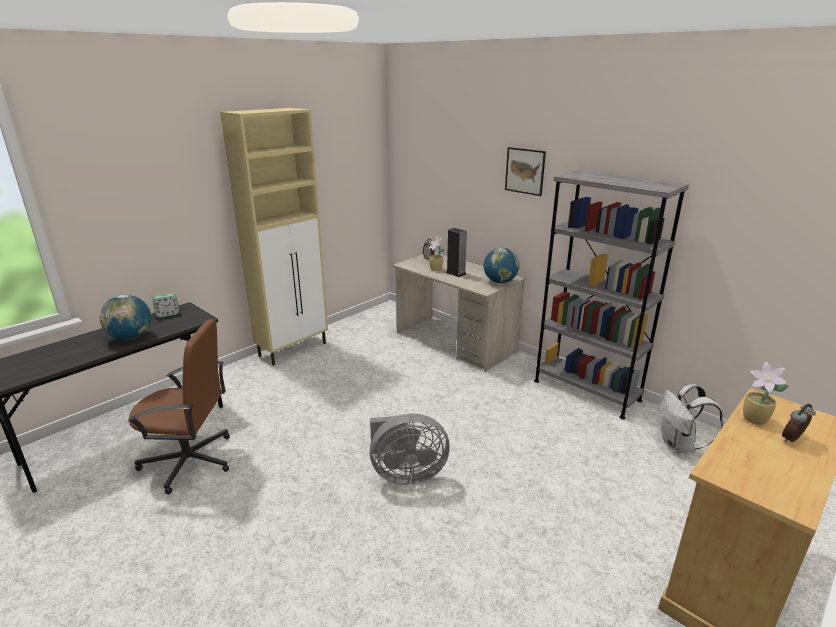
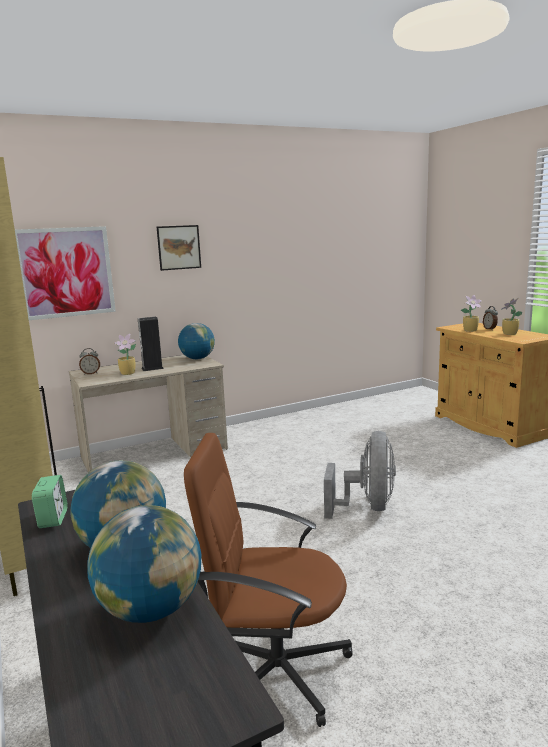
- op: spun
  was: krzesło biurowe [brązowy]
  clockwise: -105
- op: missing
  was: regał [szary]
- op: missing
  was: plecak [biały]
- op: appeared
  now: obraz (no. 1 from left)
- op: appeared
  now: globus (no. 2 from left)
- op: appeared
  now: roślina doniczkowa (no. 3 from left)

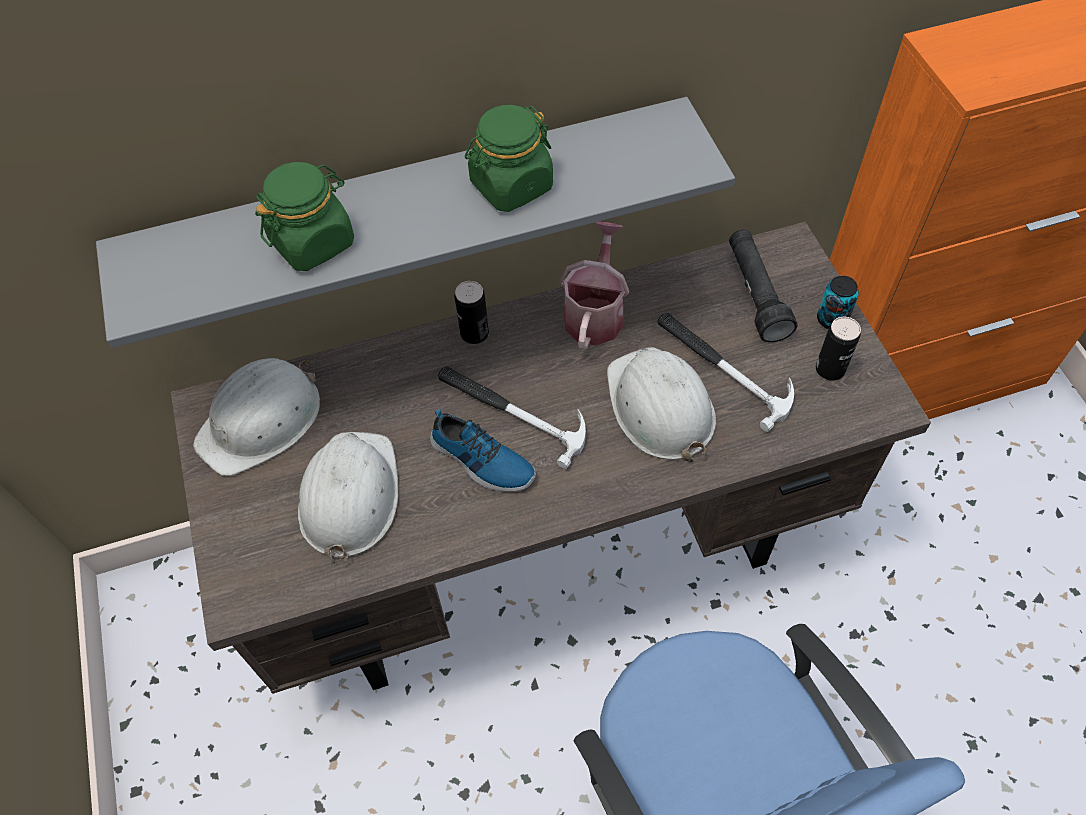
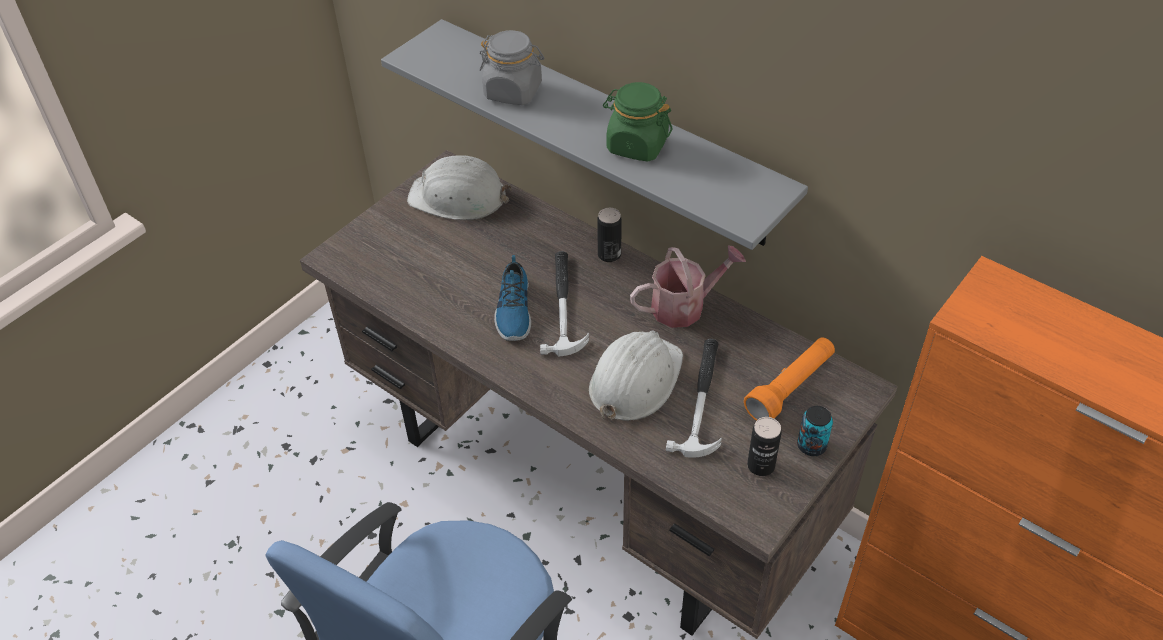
- op: colour
  was: słoik [zielony] (no. 1 from left)
  now: słoik [szary]
- op: missing
  was: kask [biały] (no. 2 from left)
- op: colour
  was: latarka [czarny]
  now: latarka [pomarańczowy]

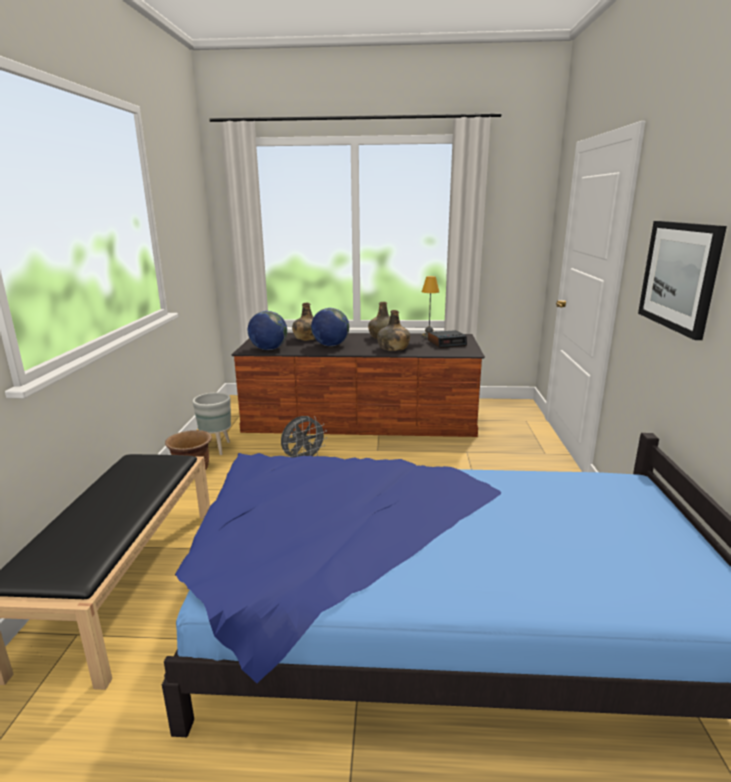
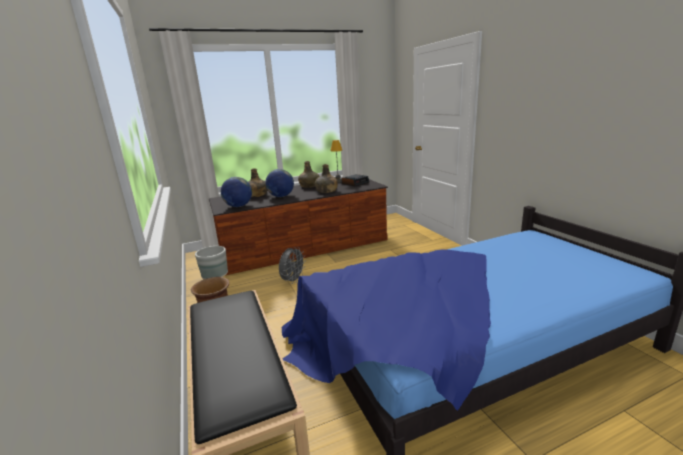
- op: missing
  was: obraz

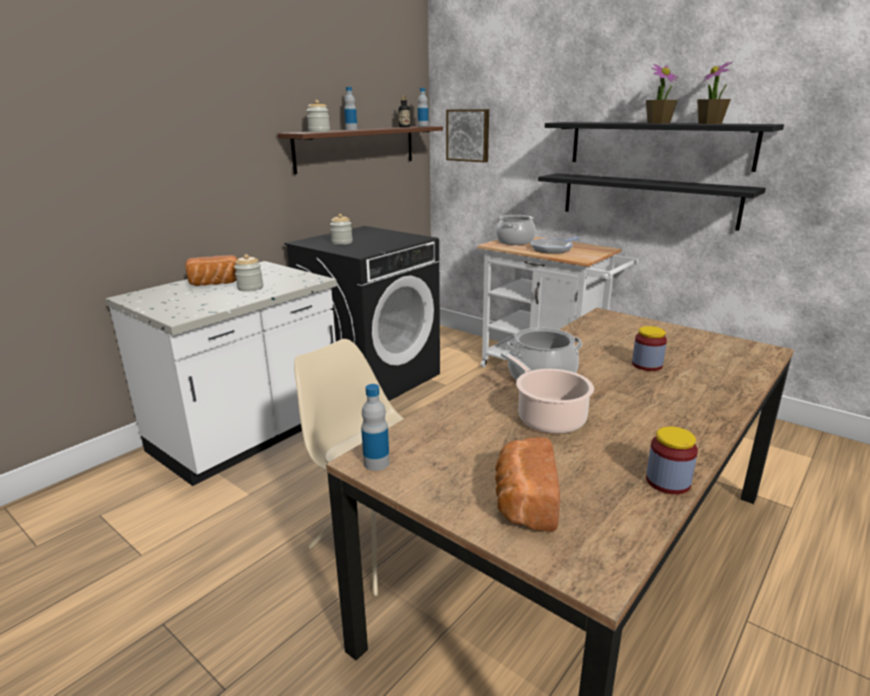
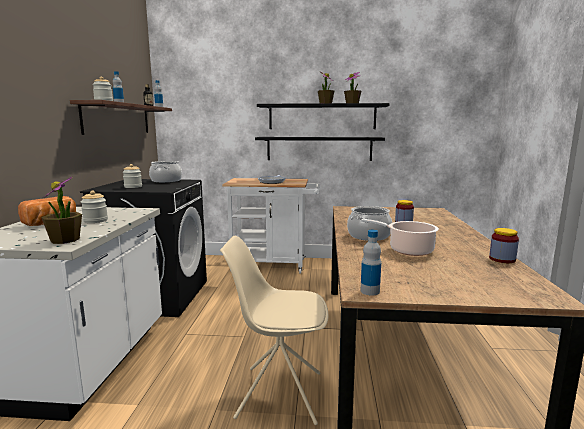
- op: missing
  was: obraz
- op: missing
  was: chleb (no. 2 from left)
- op: relocated
  was: garnek (no. 1 from left)
- op: appeared
  now: roślina doniczkowa (no. 1 from left)

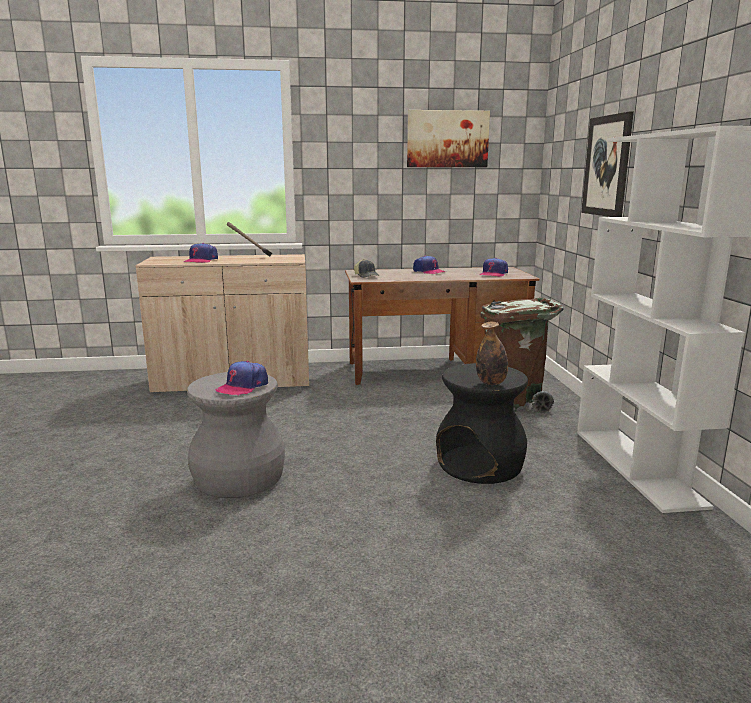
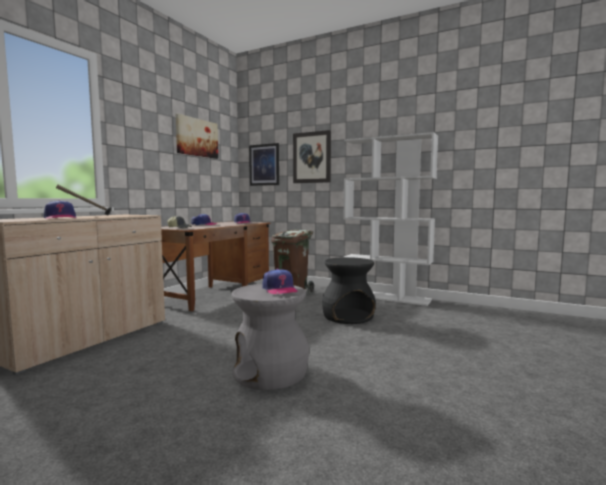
- op: missing
  was: butelka
- op: appeared
  now: obraz (no. 2 from left)

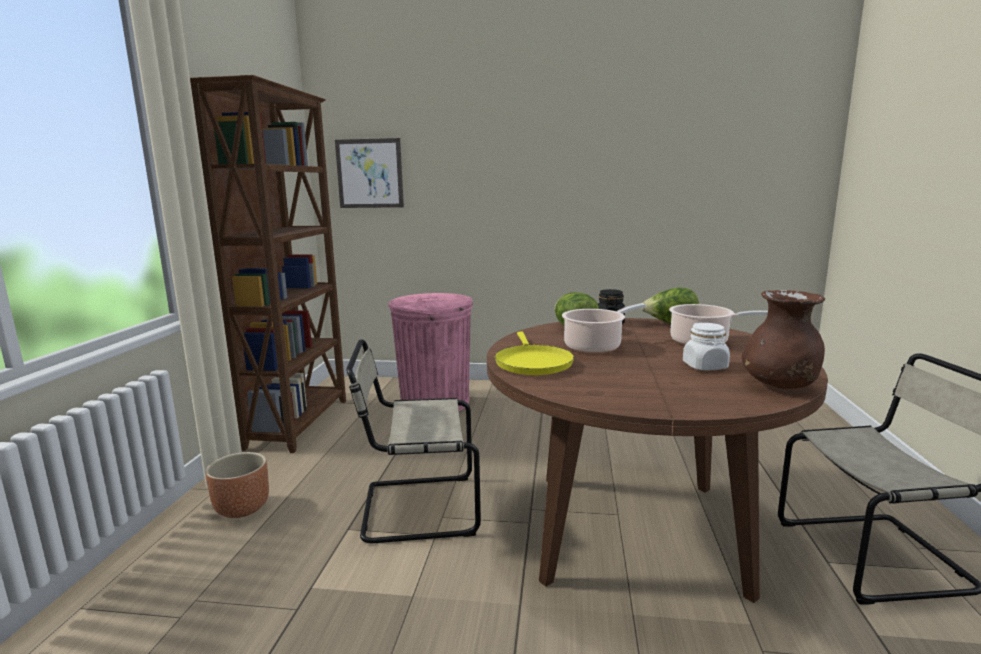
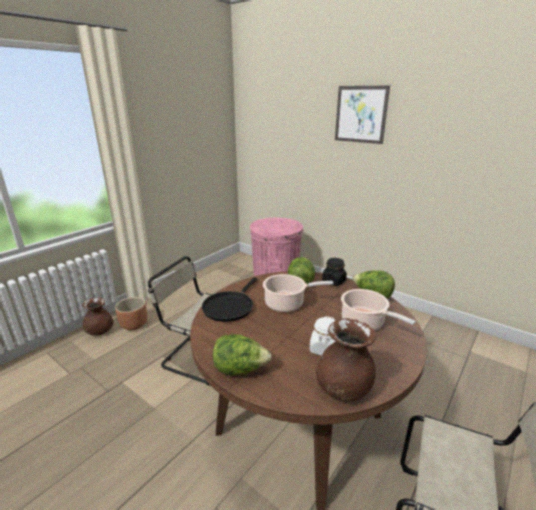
- op: missing
  was: regał [brązowy]
- op: relocated
  was: obraz
- op: colour
  was: patelnia [żółty]
  now: patelnia [czarny]
- op: appeared
  now: wazon [brązowy] (no. 1 from left)
- op: appeared
  now: sałata (no. 1 from left)

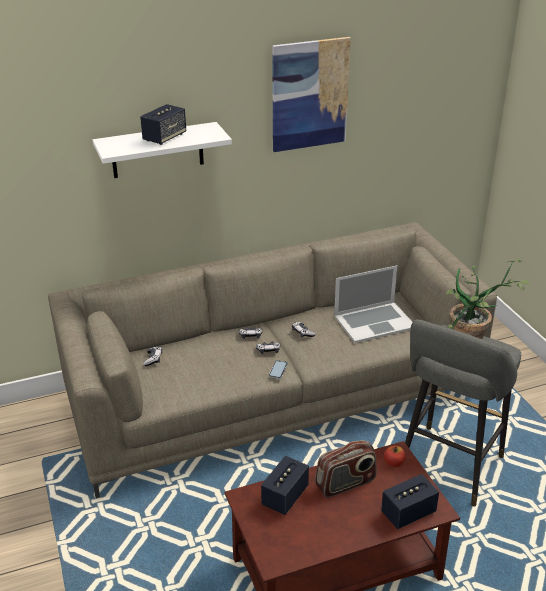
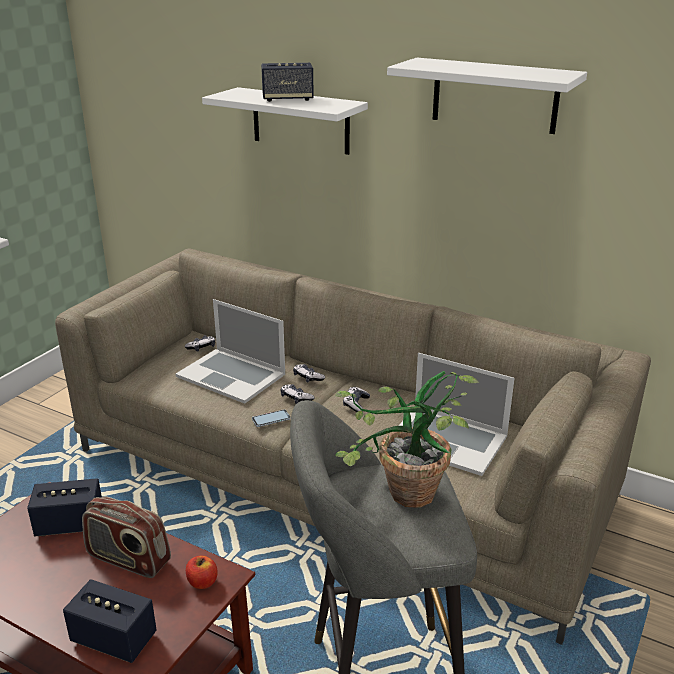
- op: exchanged
  was: obraz
  now: półka [biały] (no. 2 from left)
- op: appeared
  now: laptop (no. 1 from left)

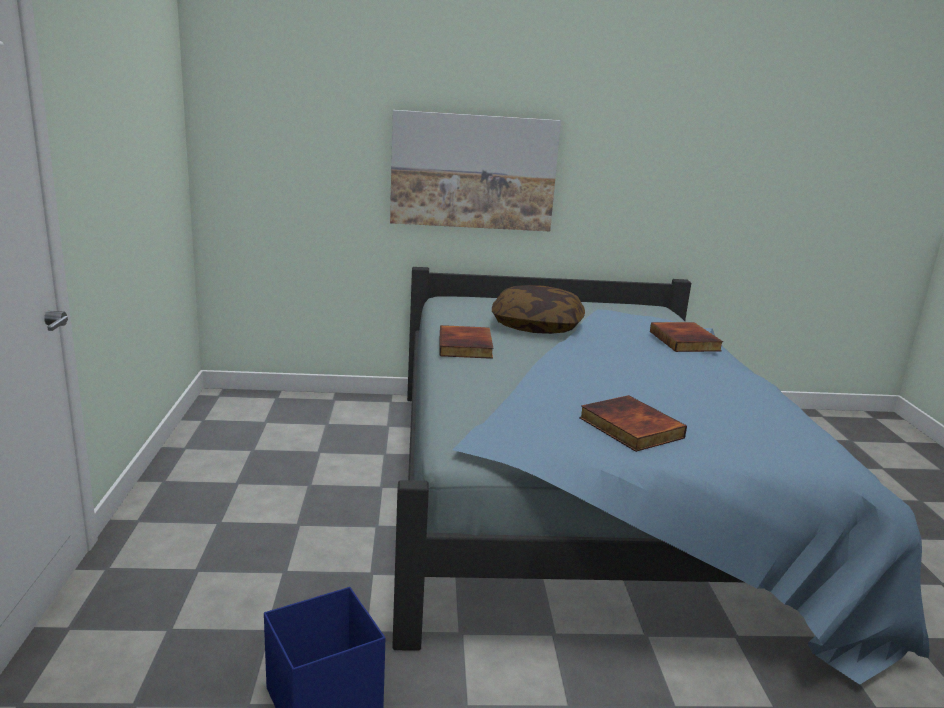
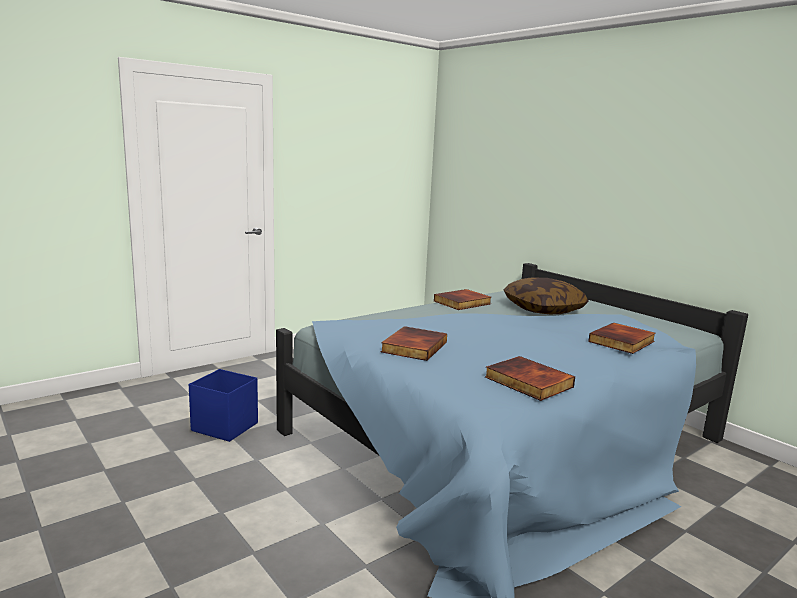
- op: missing
  was: obraz
- op: appeared
  now: książka (no. 3 from left)

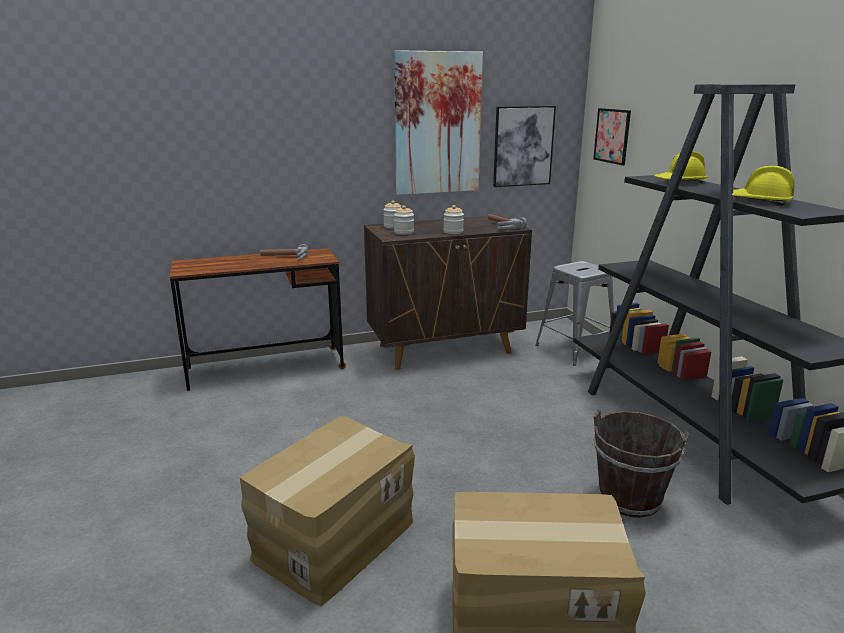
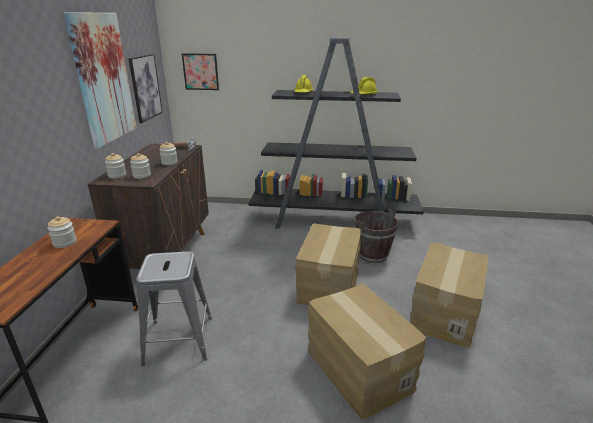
- op: exchanged
  was: młotek (no. 1 from left)
  now: słoik (no. 1 from left)
- op: relocated
  was: stołek [szary]
- op: appeared
  now: karton (no. 1 from left)

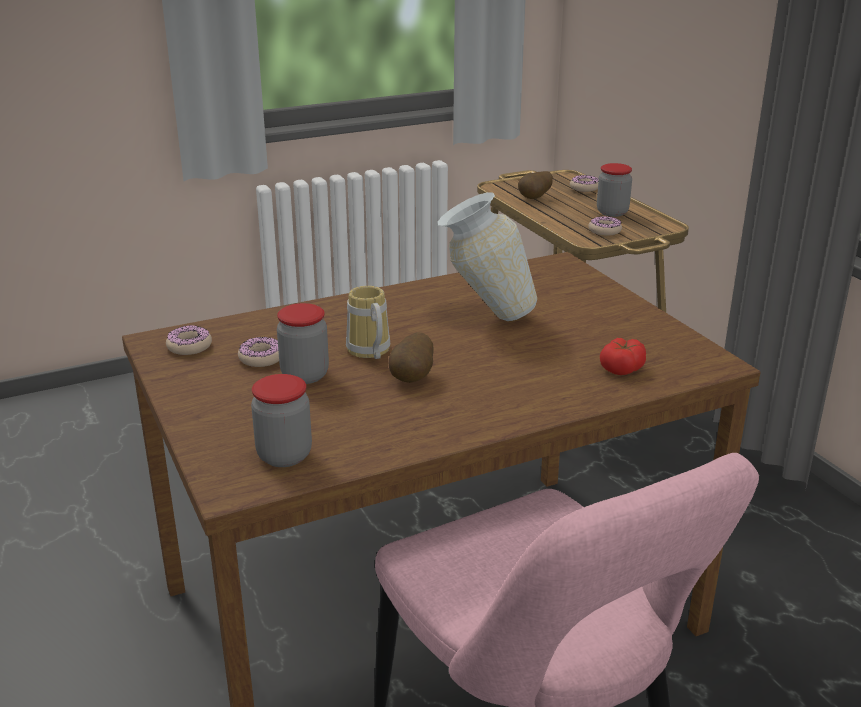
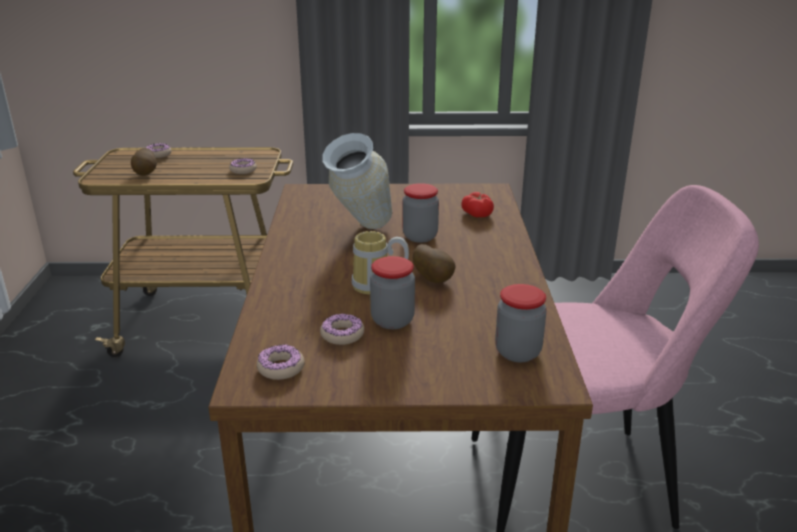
- op: relocated
  was: słoik (no. 3 from left in the first image)
  now: słoik (no. 2 from left)

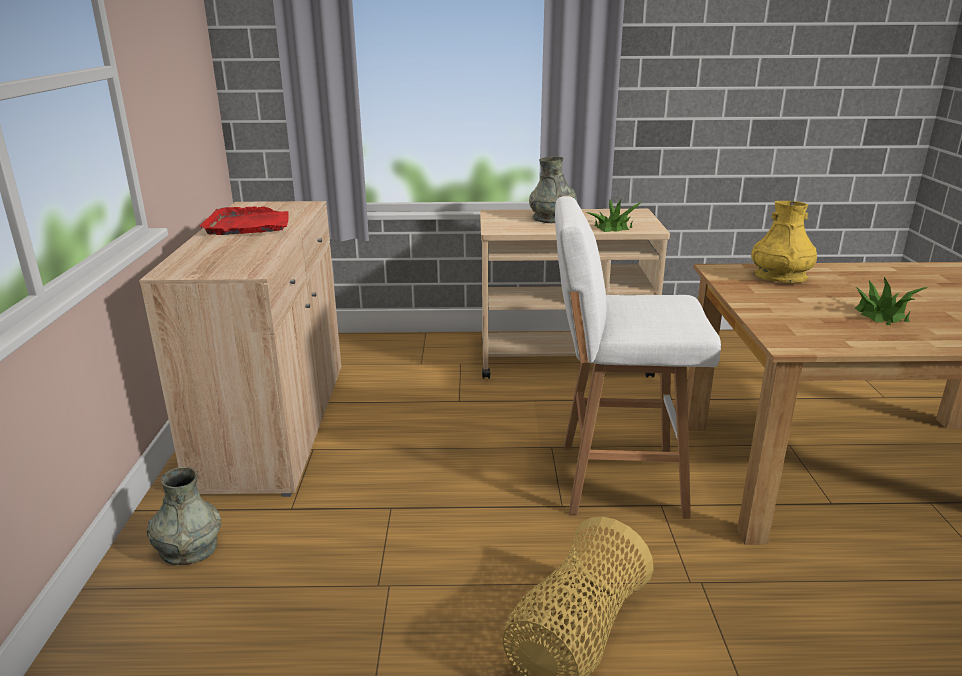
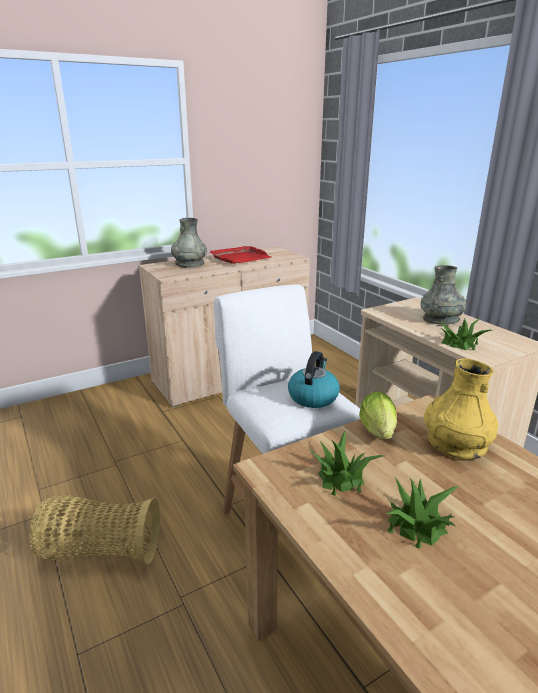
- op: relocated
  was: wazon [szary] (no. 1 from left)
- op: appeared
  now: czajnik
- op: appeared
  now: roślina doniczkowa (no. 1 from left)
- op: appeared
  now: sałata

